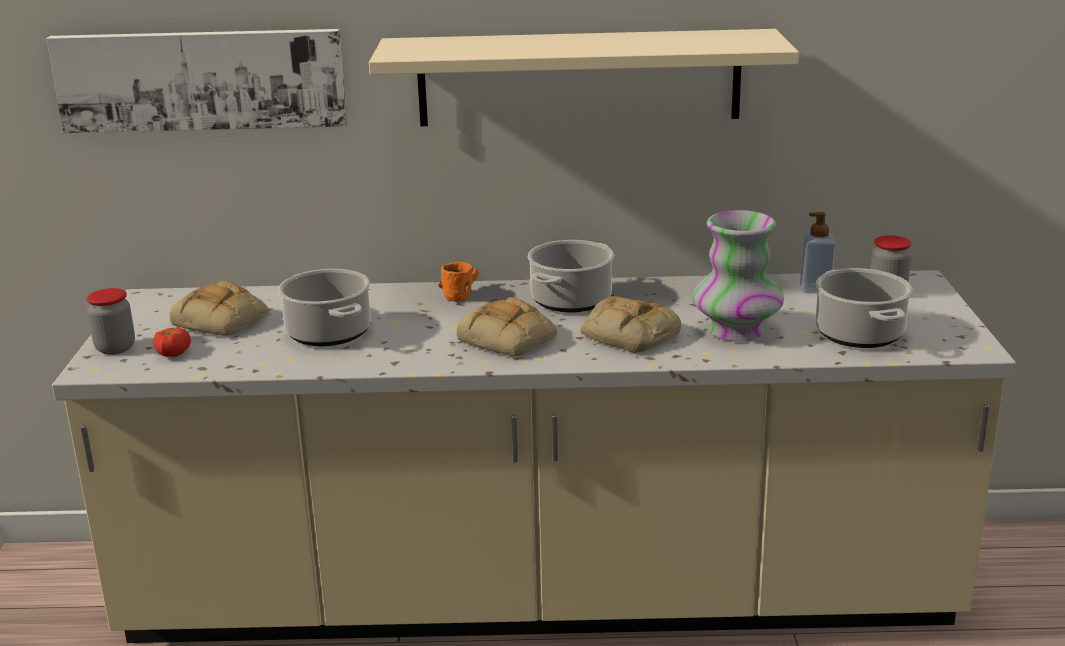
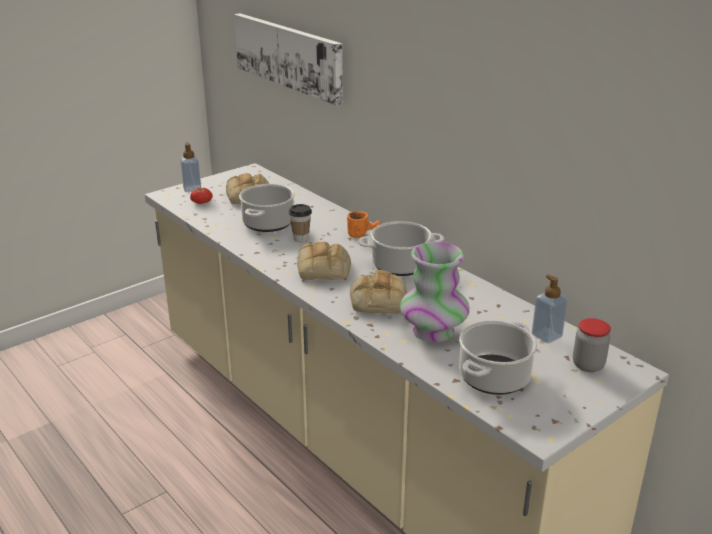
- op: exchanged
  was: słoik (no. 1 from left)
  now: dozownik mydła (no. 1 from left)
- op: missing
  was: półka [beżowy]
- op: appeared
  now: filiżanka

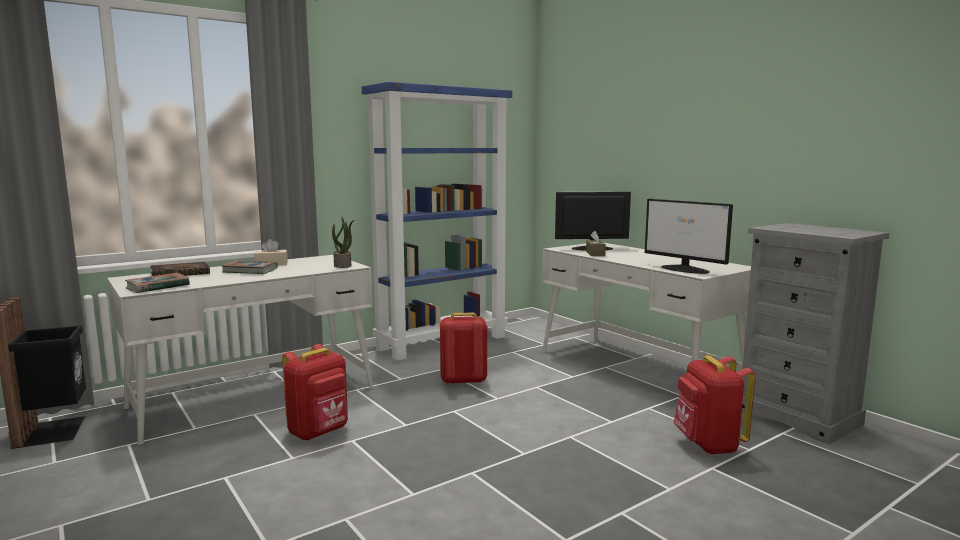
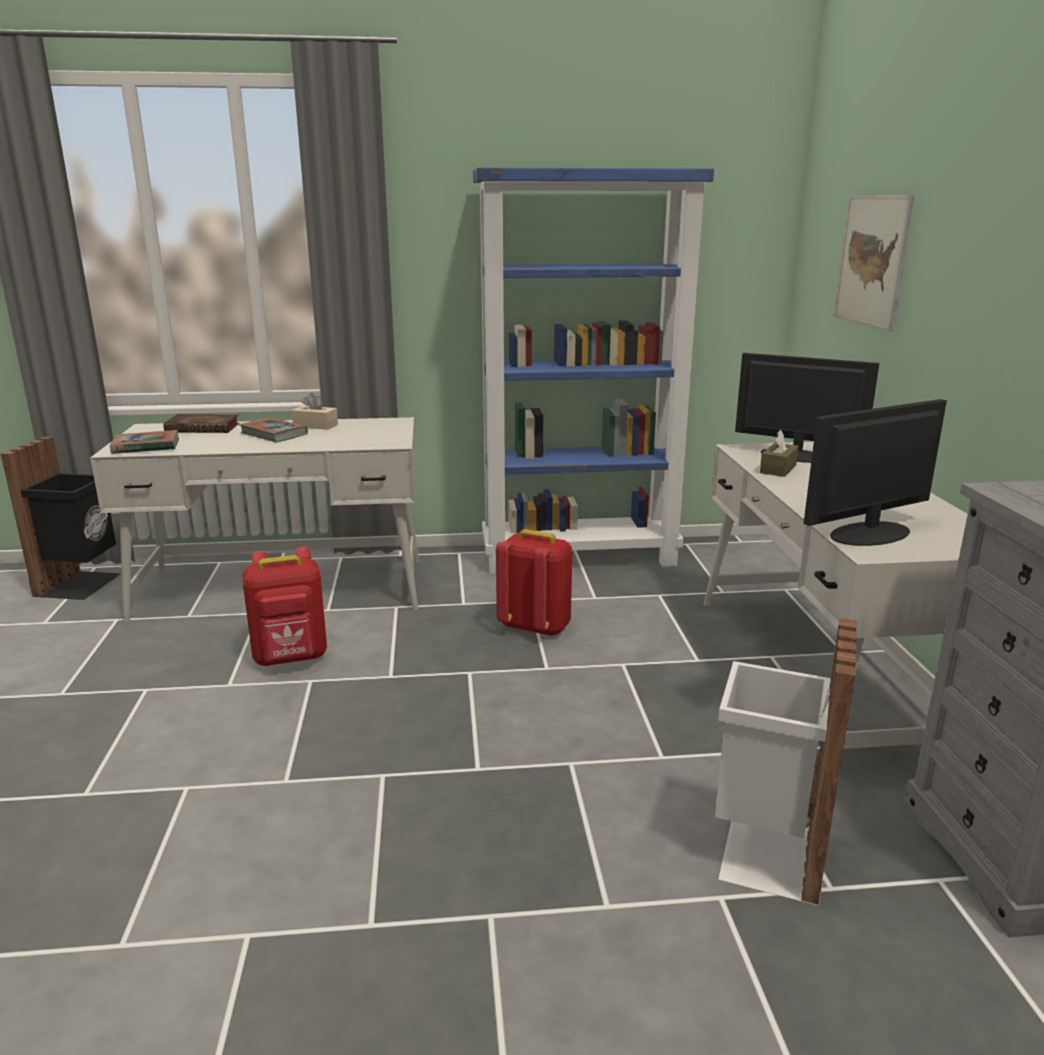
- op: missing
  was: roślina doniczkowa
- op: spun
  was: monitor (no. 2 from left)
  clockwise: 75
- op: exchanged
  was: plecak [czerwony] (no. 3 from left)
  now: kosz na śmieci [biały]
- op: appeared
  now: obraz

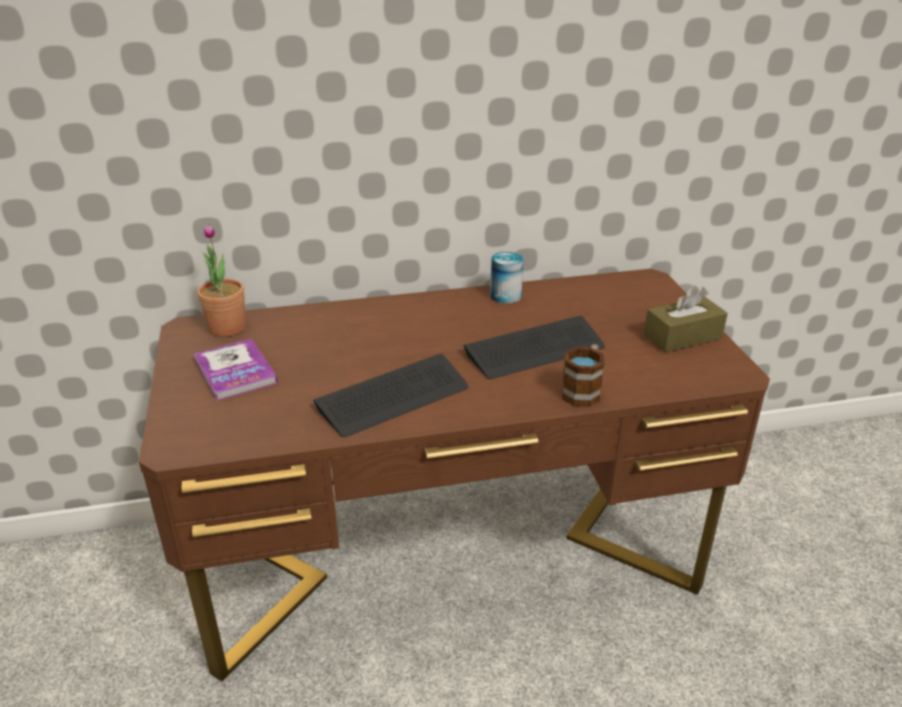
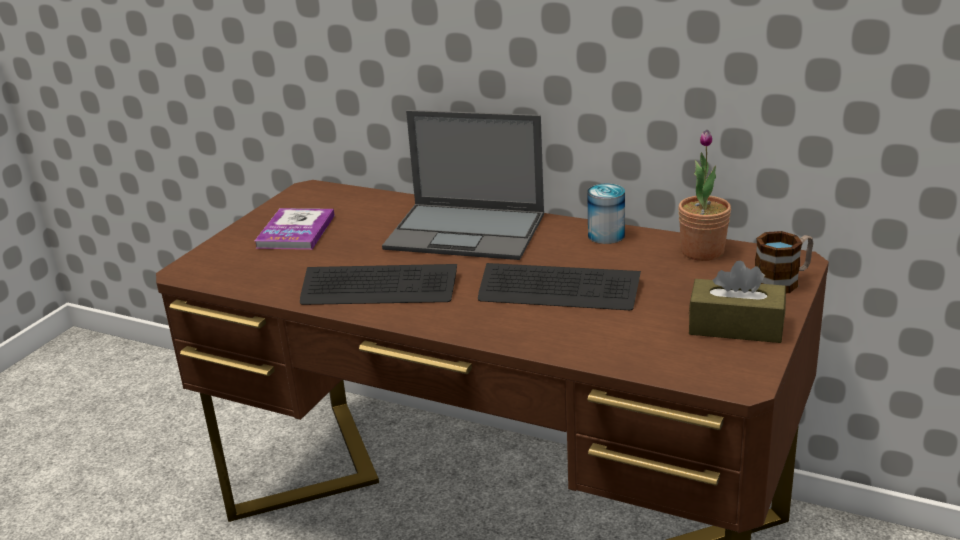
- op: relocated
  was: roślina doniczkowa
- op: relocated
  was: kubek
- op: appeared
  now: laptop

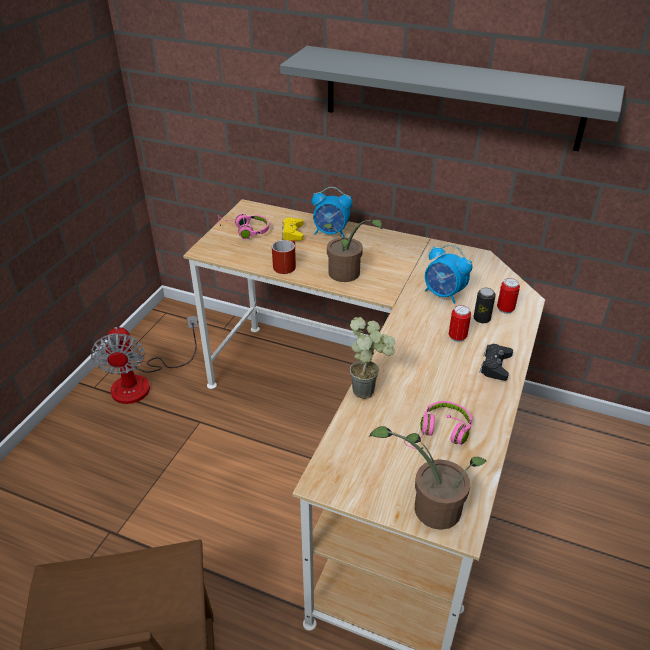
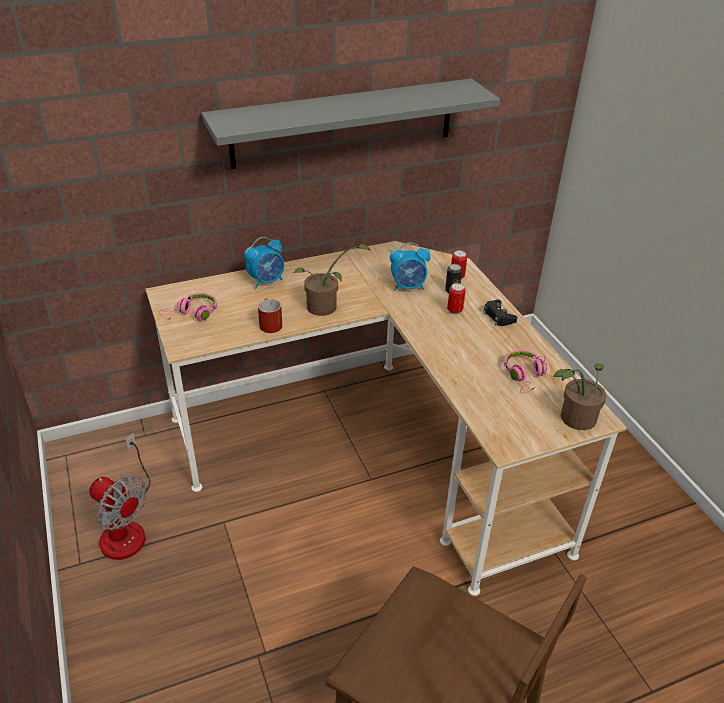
- op: missing
  was: pad do gier [żółty]
- op: missing
  was: roślina doniczkowa (no. 2 from left)

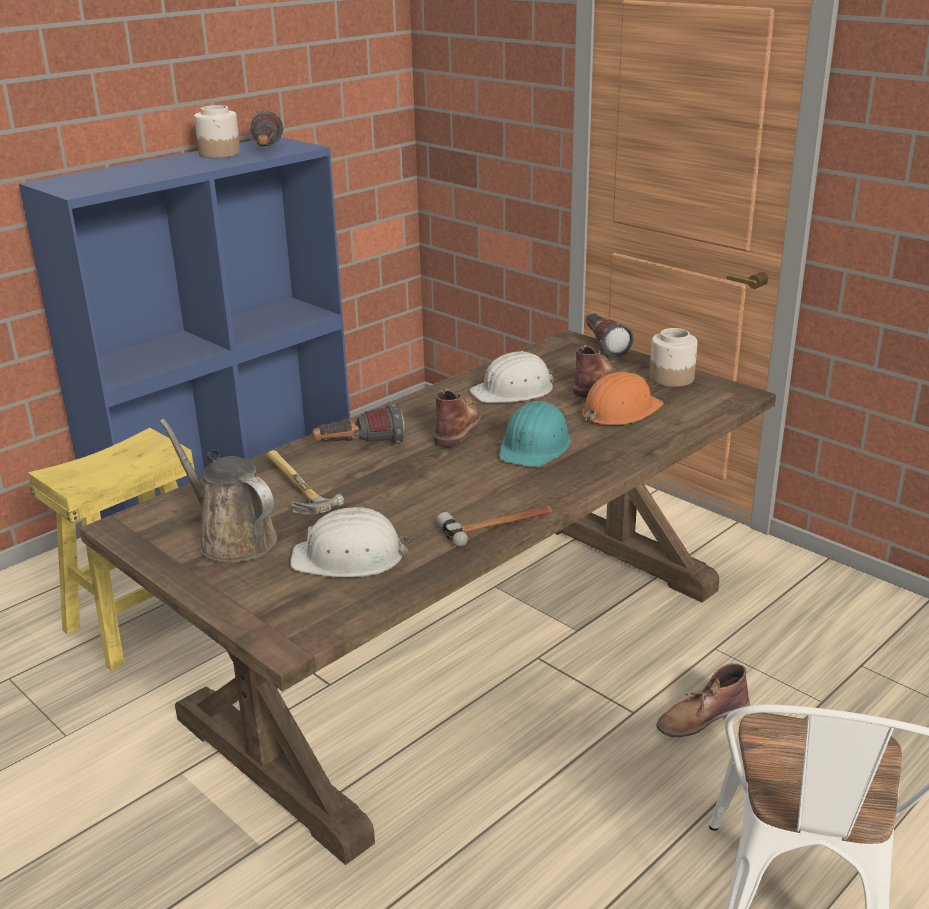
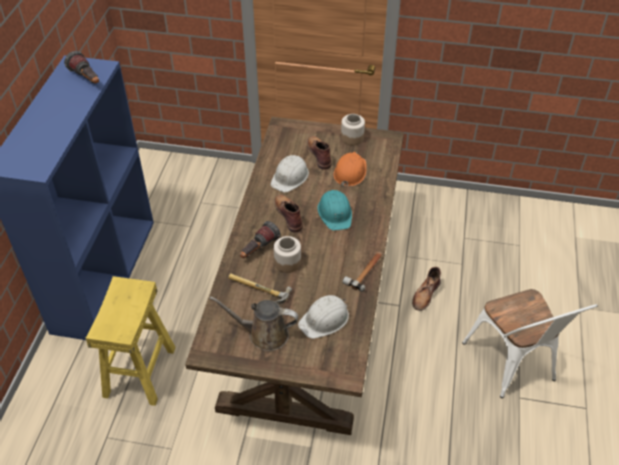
- op: relocated
  was: słoik (no. 1 from left)
- op: missing
  was: latarka (no. 3 from left)

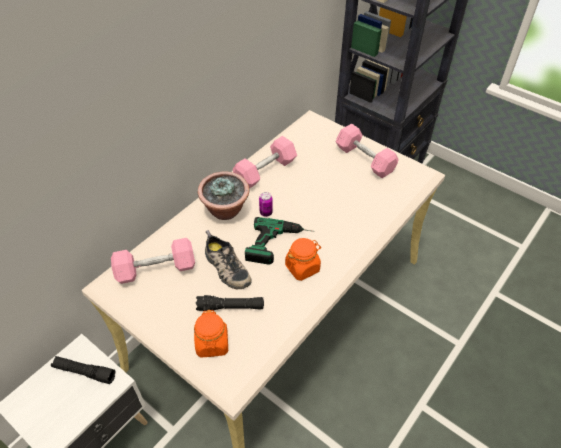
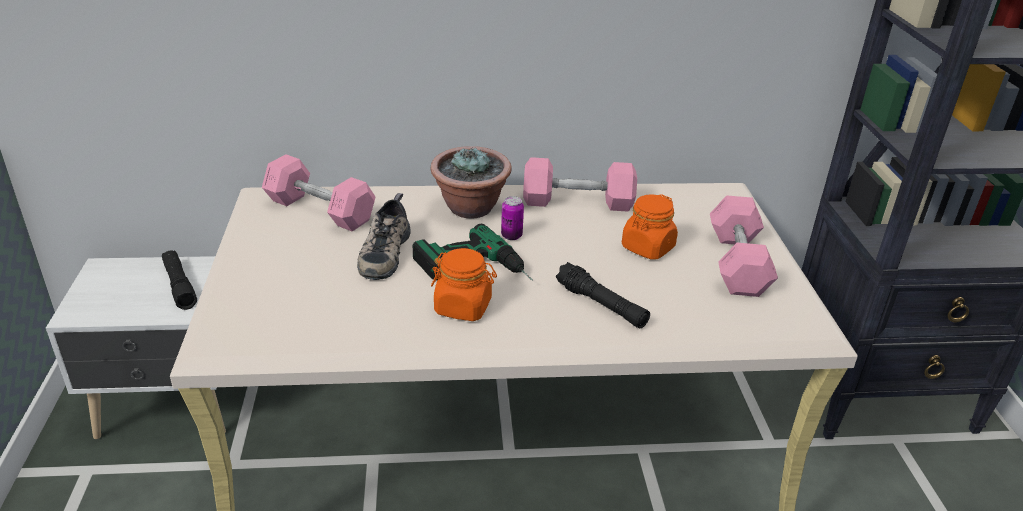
- op: relocated
  was: słoik [pomarańczowy] (no. 1 from left in the first image)
  now: słoik [pomarańczowy] (no. 2 from left)
- op: relocated
  was: latarka [czarny] (no. 2 from left)

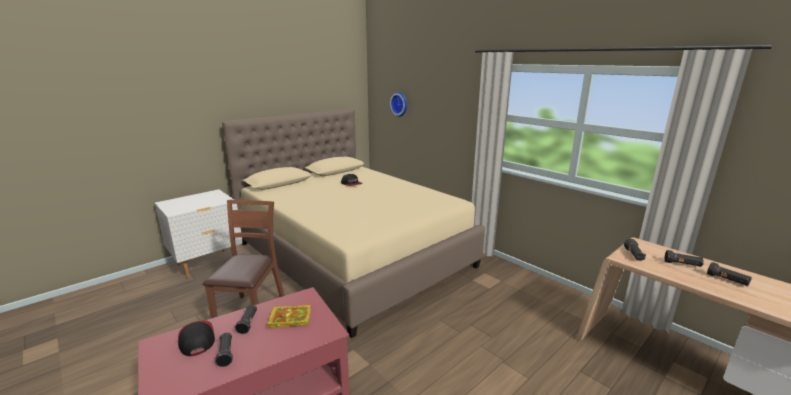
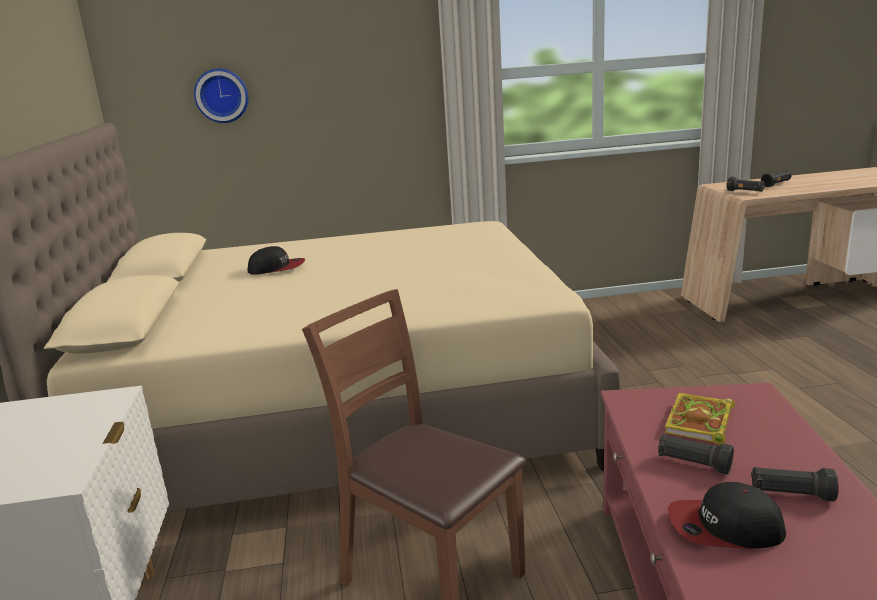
- op: missing
  was: latarka [czarny] (no. 5 from left)

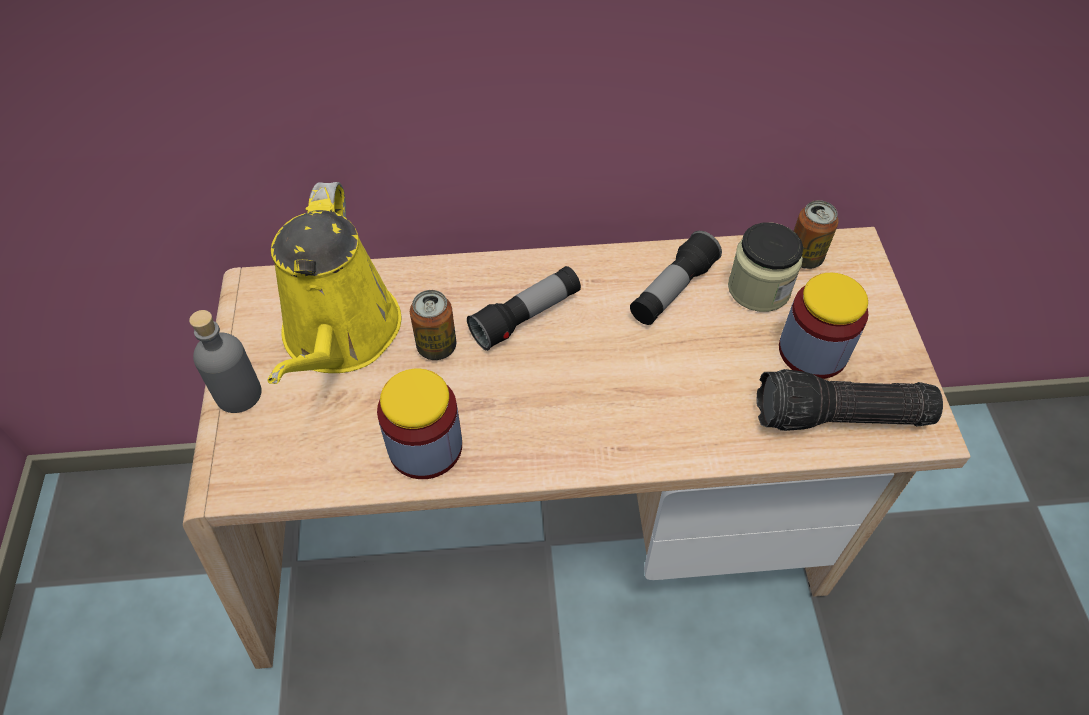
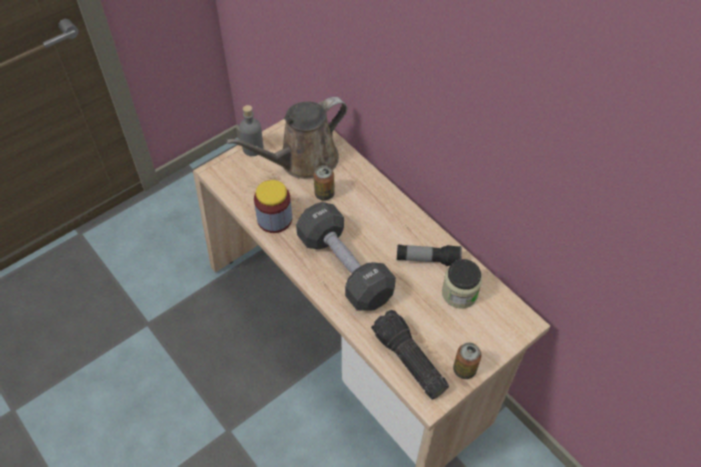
- op: colour
  was: konewka [żółty]
  now: konewka [brązowy]
- op: missing
  was: latarka (no. 1 from left)
- op: missing
  was: słoik (no. 3 from left)
- op: relocated
  was: puszka (no. 2 from left)
- op: appeared
  now: hantel [czarny]

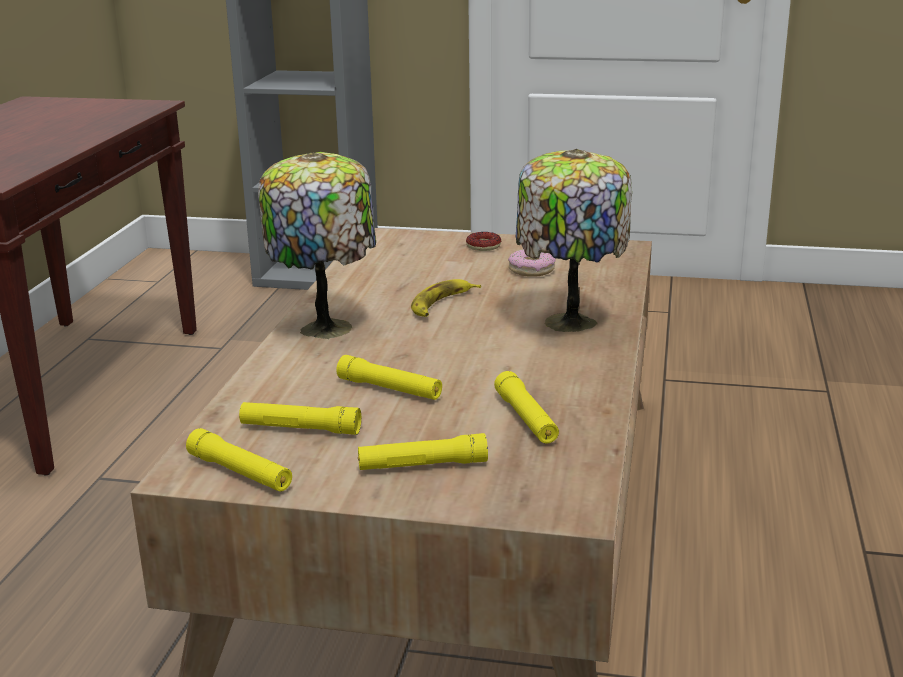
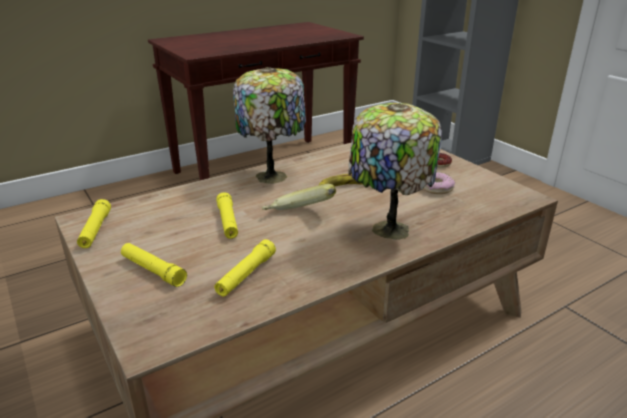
- op: missing
  was: latarka [żółty] (no. 2 from left)
- op: appeared
  now: banan (no. 1 from left)

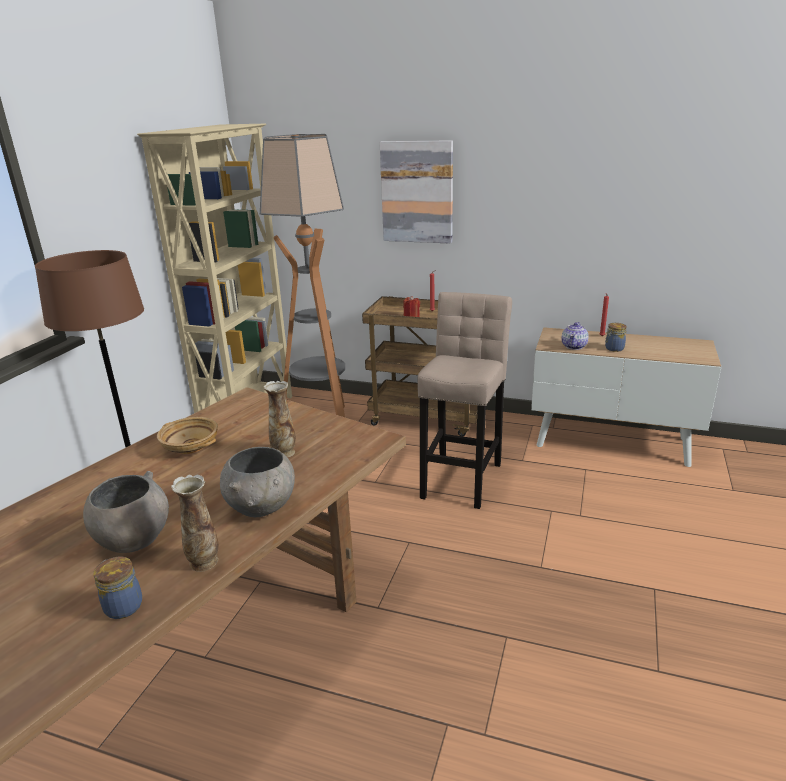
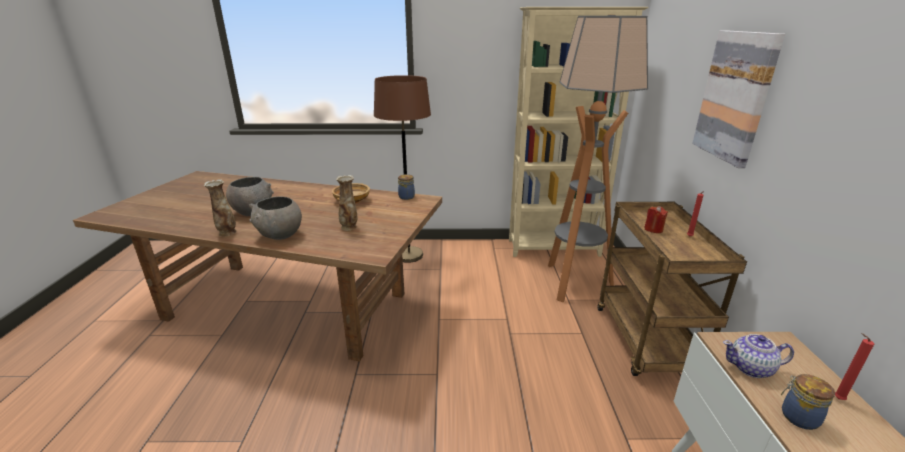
- op: relocated
  was: słoik (no. 1 from left)
- op: missing
  was: stołek [beżowy]

